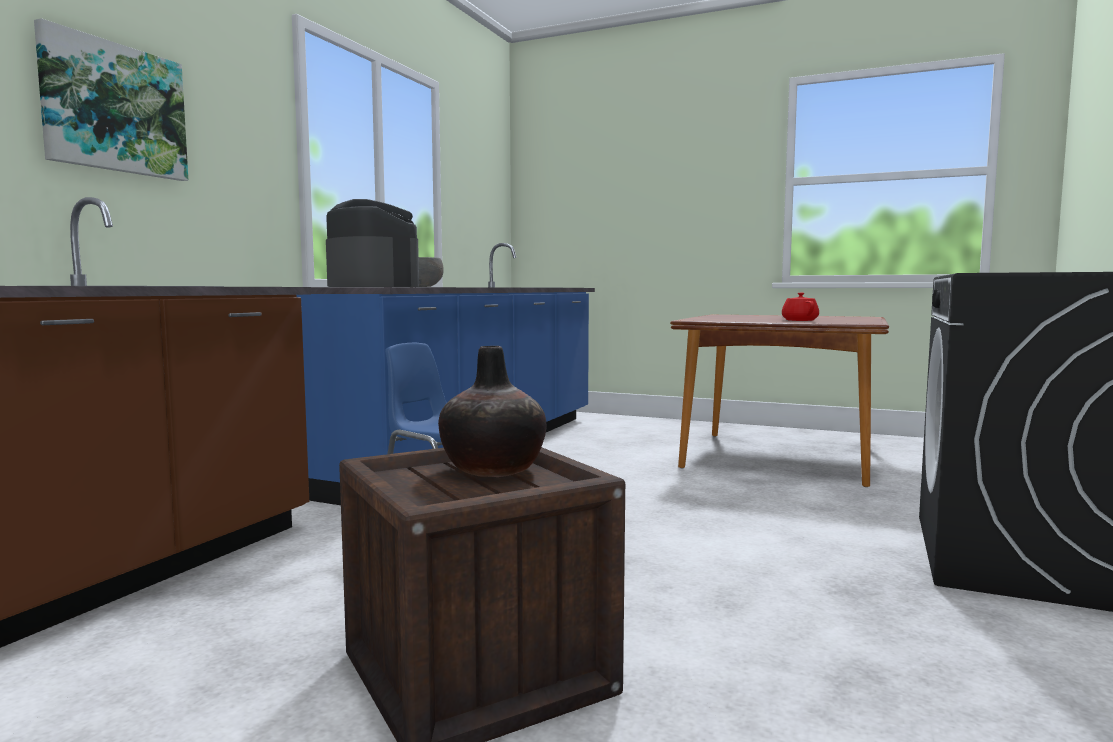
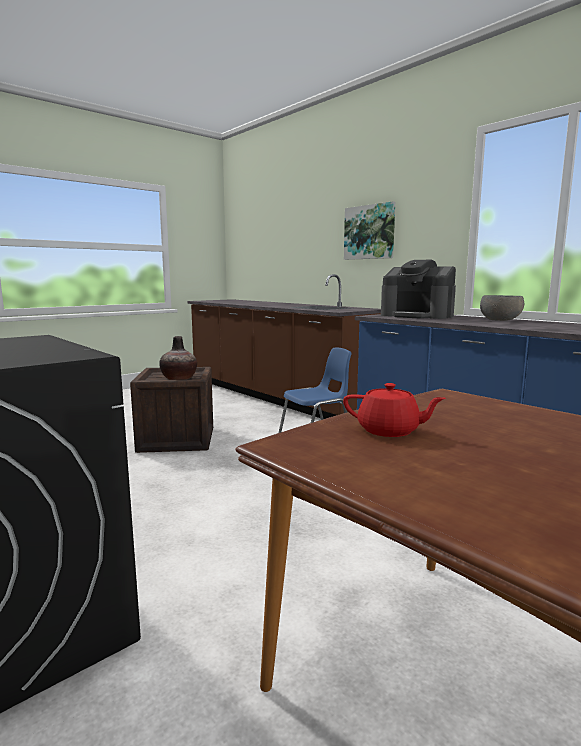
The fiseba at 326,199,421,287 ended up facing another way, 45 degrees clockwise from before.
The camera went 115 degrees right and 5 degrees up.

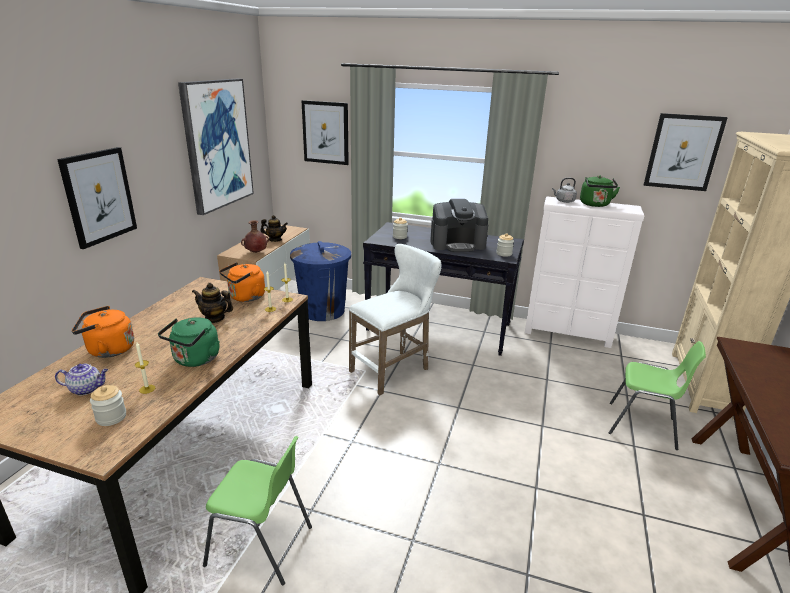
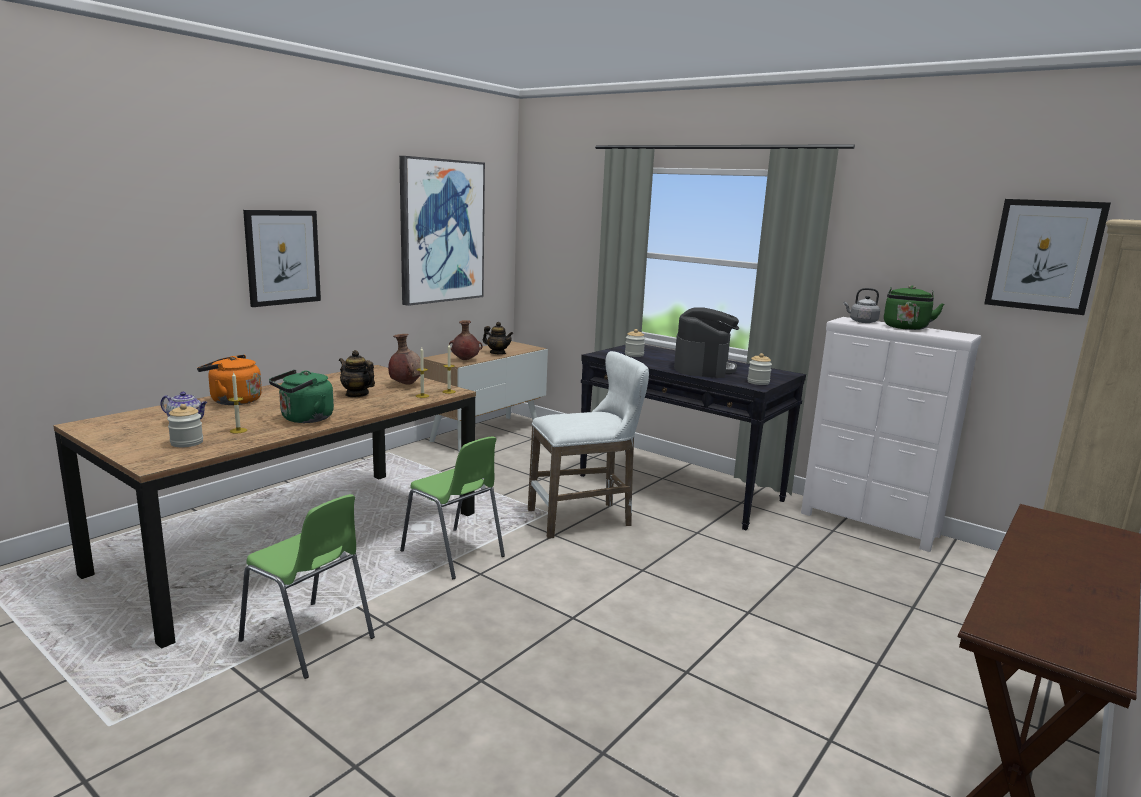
Where the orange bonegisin stood at 219,262,265,302, the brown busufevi came to stand at 388,334,421,385.
The second view lost the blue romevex at 290,241,351,321.
The second view lost the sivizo at 302,100,349,165.
The fiseba at 430,199,488,252 ended up facing another way, 90 degrees counterclockwise from before.
The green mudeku ended up elsewhere, having gone from 609,341,706,450 to 400,436,505,579.
The camera went 20 degrees right and 10 degrees down.

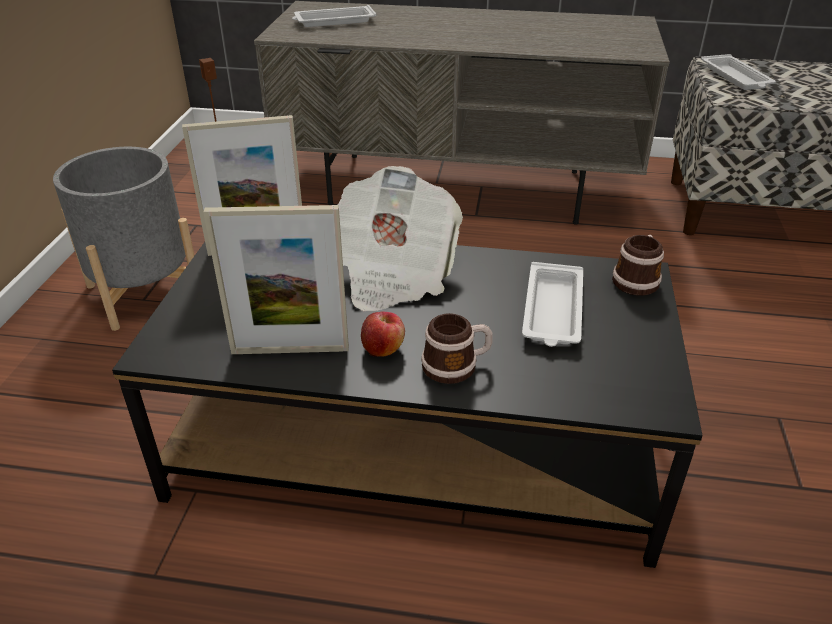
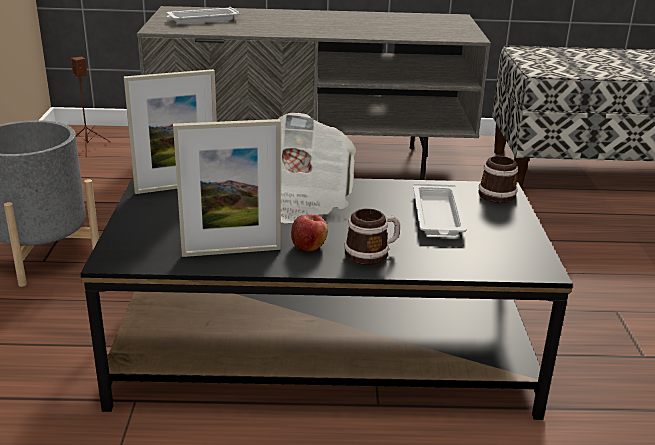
The second view lost the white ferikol at 701,54,776,90.
The camera went 10 degrees left and 10 degrees down.

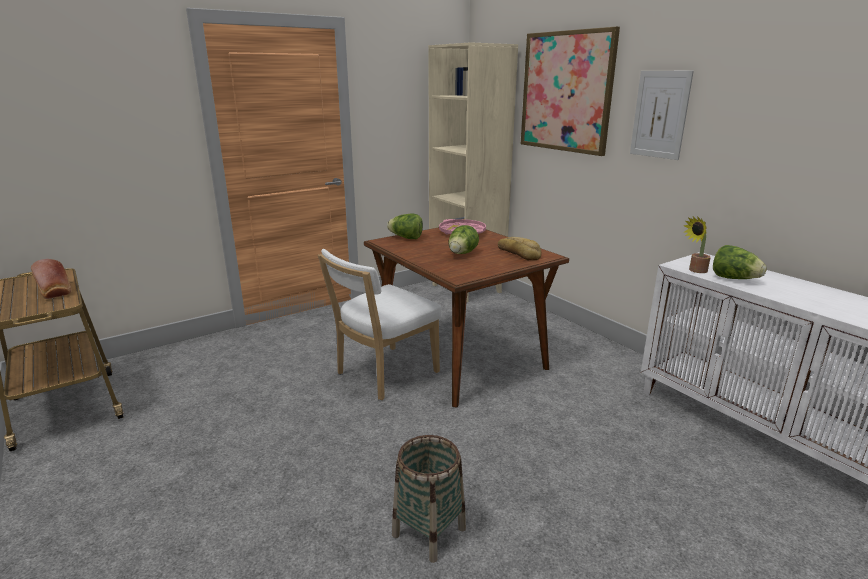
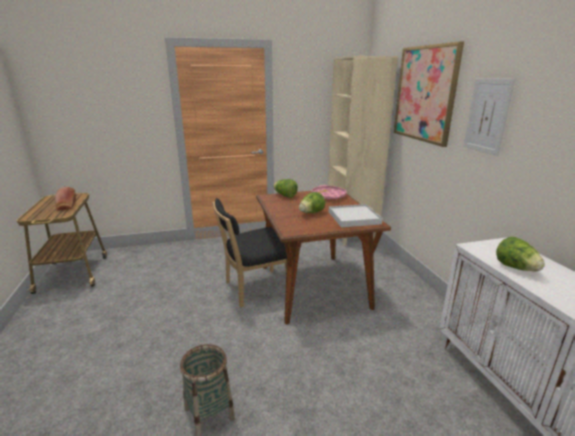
What was the white mudeku at 318,249,442,400 turned into the black mudeku at 212,198,287,308.
Where the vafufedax stood at 498,237,541,261, the white ferikol came to stand at 329,204,383,227.
The second view lost the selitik at 684,216,711,273.
The camera went 20 degrees right and 0 degrees up.

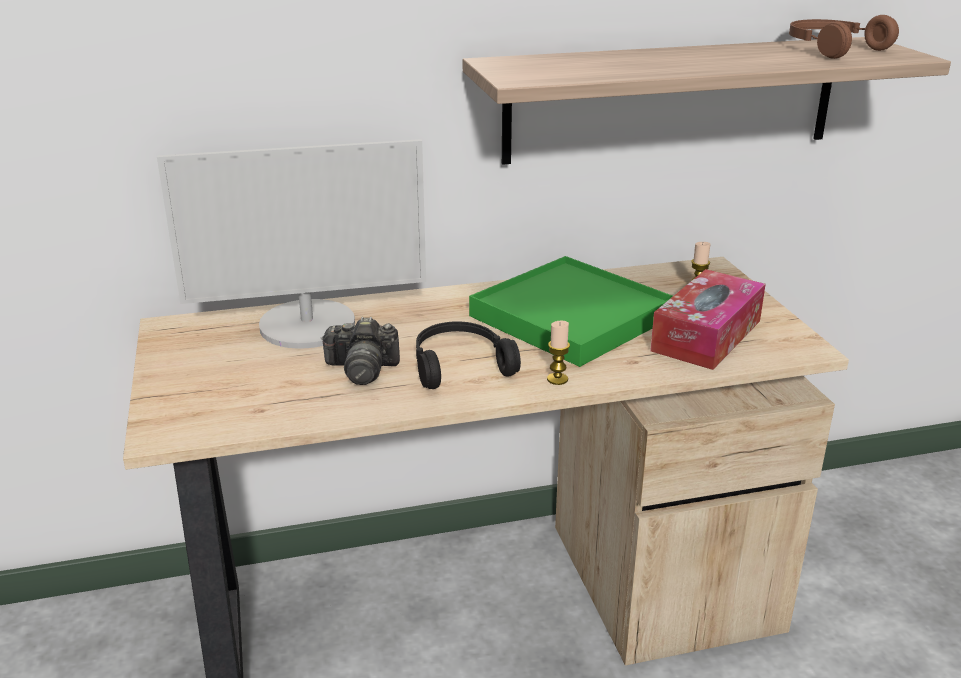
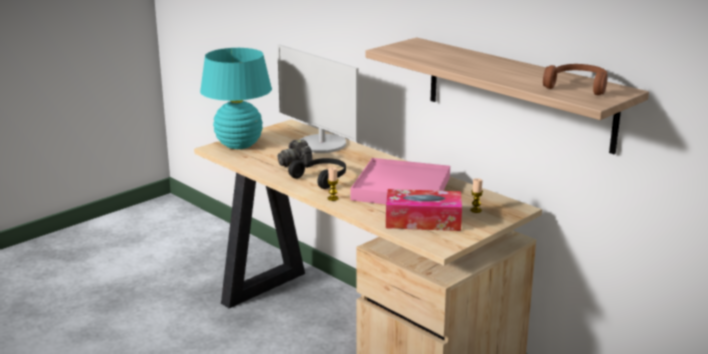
What was the green ferikol at 469,256,673,367 turned into the pink ferikol at 351,158,450,204.
The second view gained the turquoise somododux at 200,48,272,149.
The camera went 60 degrees right and 5 degrees down.

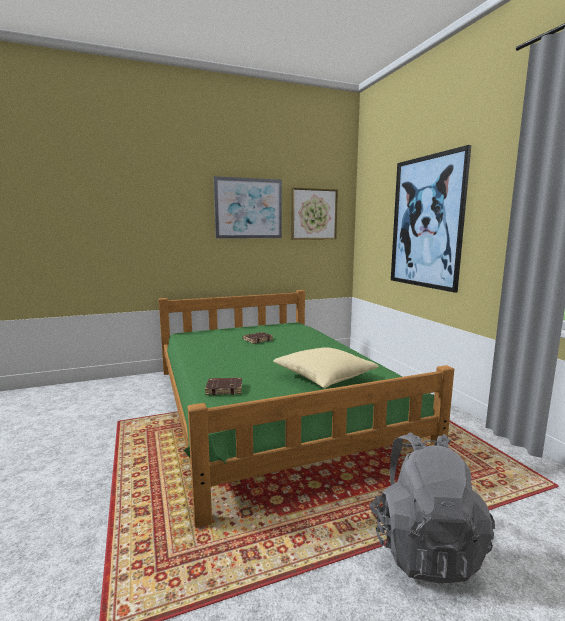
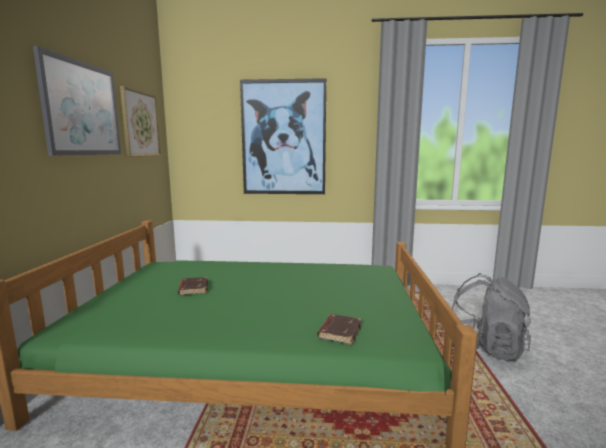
The second view lost the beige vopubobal at 273,347,379,388.
The camera went 65 degrees left and 0 degrees up.

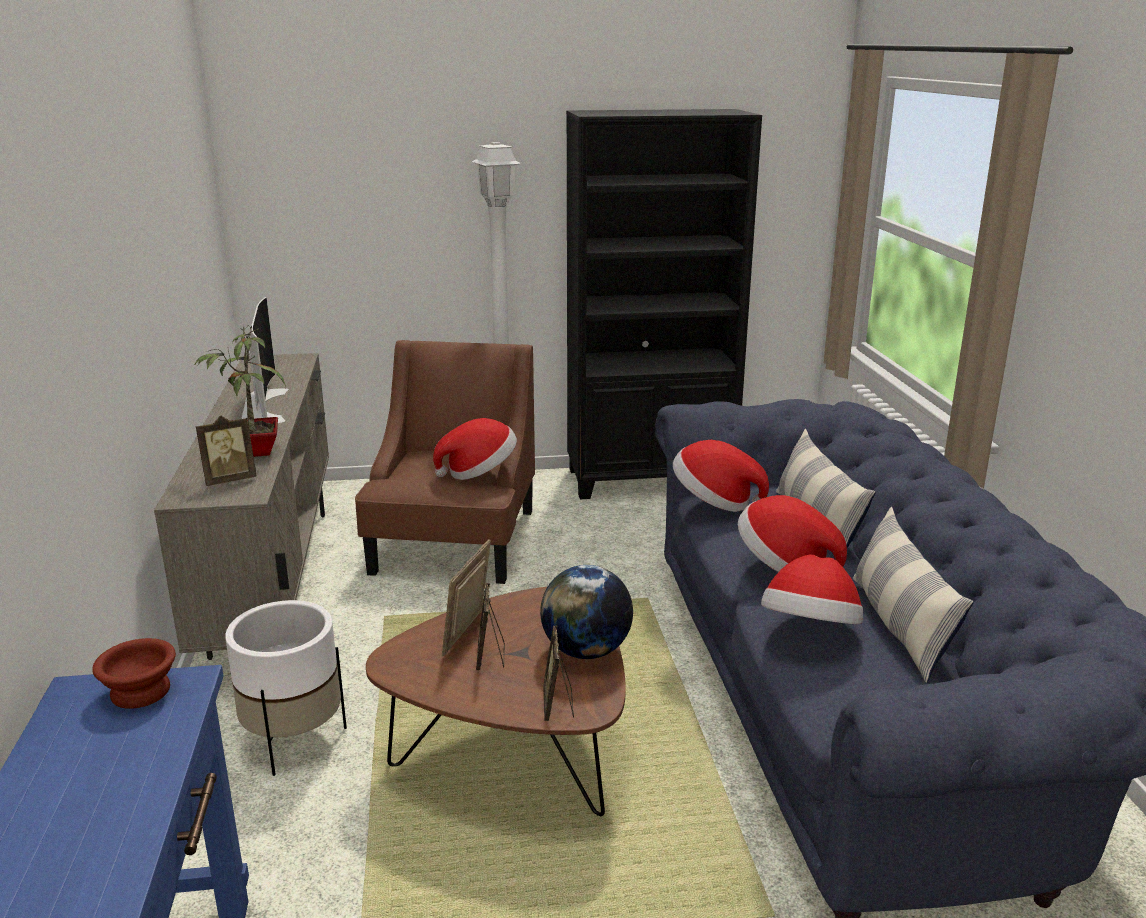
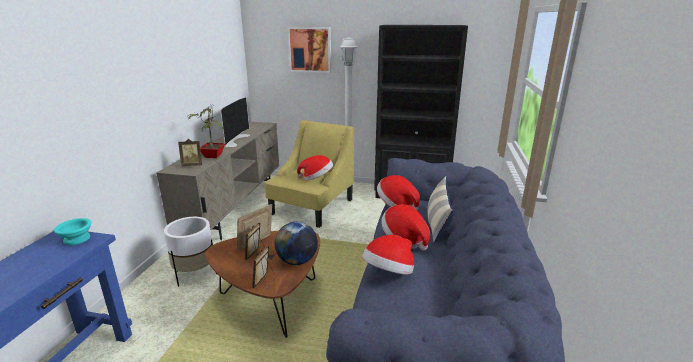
What was the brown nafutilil at 92,638,176,709 turned into the turquoise nafutilil at 54,218,92,245.
What was the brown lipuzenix at 355,340,535,584 turned into the yellow lipuzenix at 265,120,354,228.
The second view lost the vopubobal at 853,506,974,683.
The second view gained the sivizo at 287,27,331,73.
The camera went 20 degrees right and 0 degrees up.

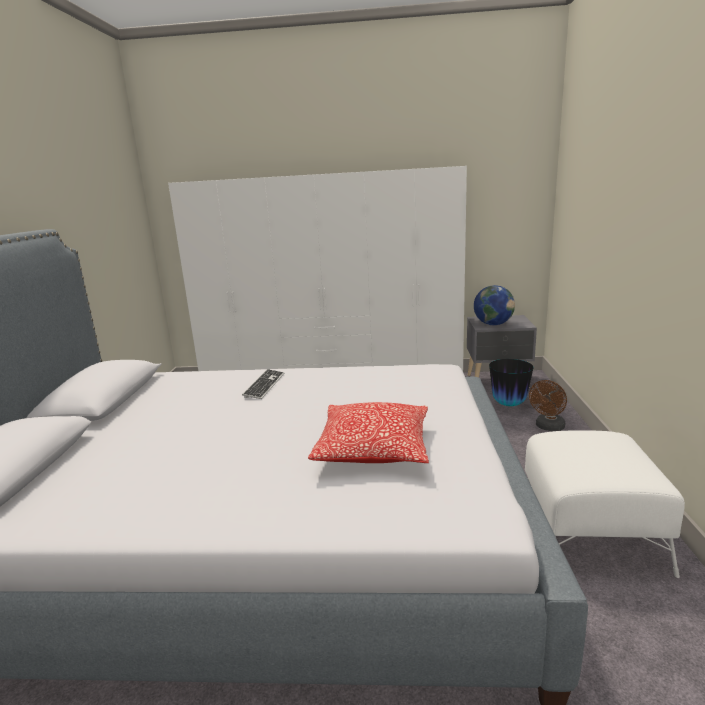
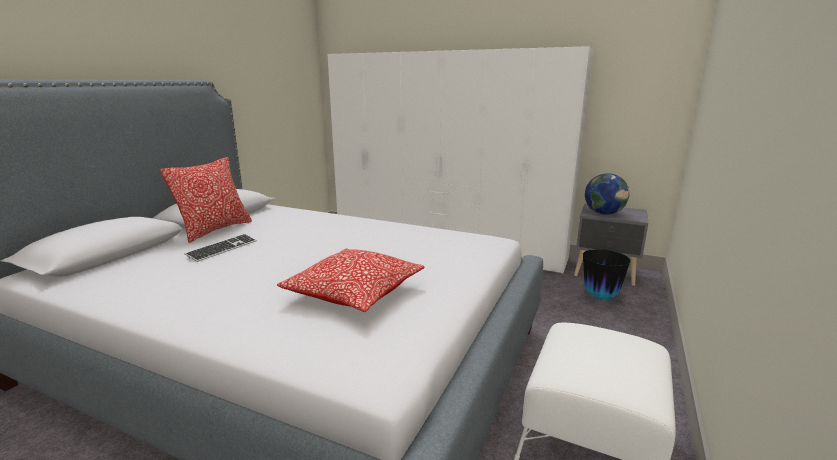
The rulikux ended up elsewhere, having gone from 242,369,284,399 to 185,234,257,262.
The second view lost the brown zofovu at 529,380,567,431.
The second view gained the vopubobal at 160,157,252,243.
The camera went 20 degrees right and 0 degrees up.

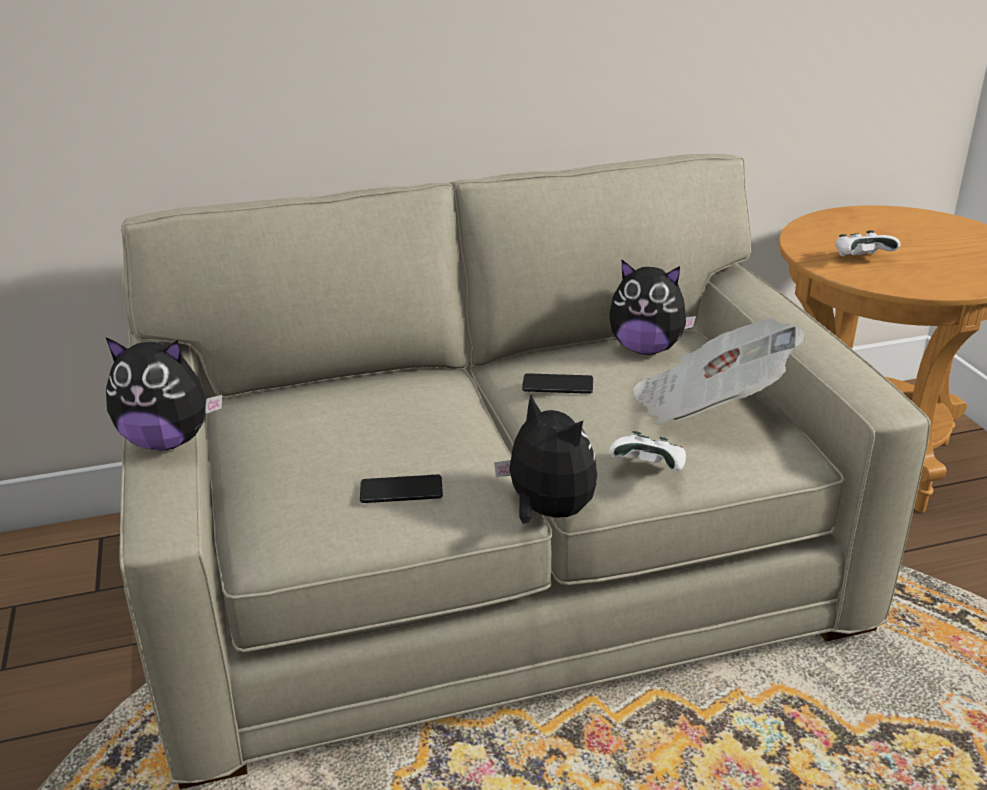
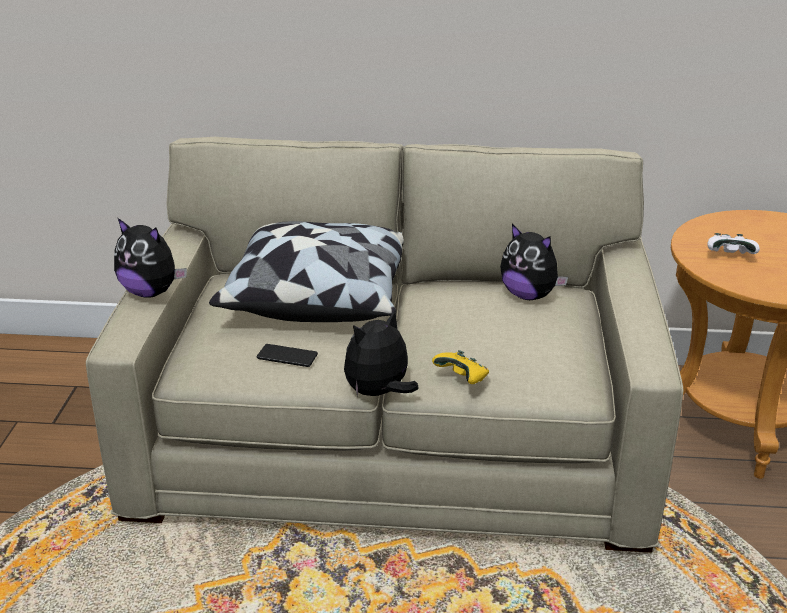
The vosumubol at 494,394,597,523 ended up facing another way, 105 degrees counterclockwise from before.
The second view lost the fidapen at 522,373,593,394.
What was the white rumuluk at 609,431,686,472 turned into the yellow rumuluk at 432,350,489,384.
The second view lost the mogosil at 633,318,805,425.
The second view gained the vopubobal at 209,221,404,322.
The camera went 20 degrees right and 0 degrees up.

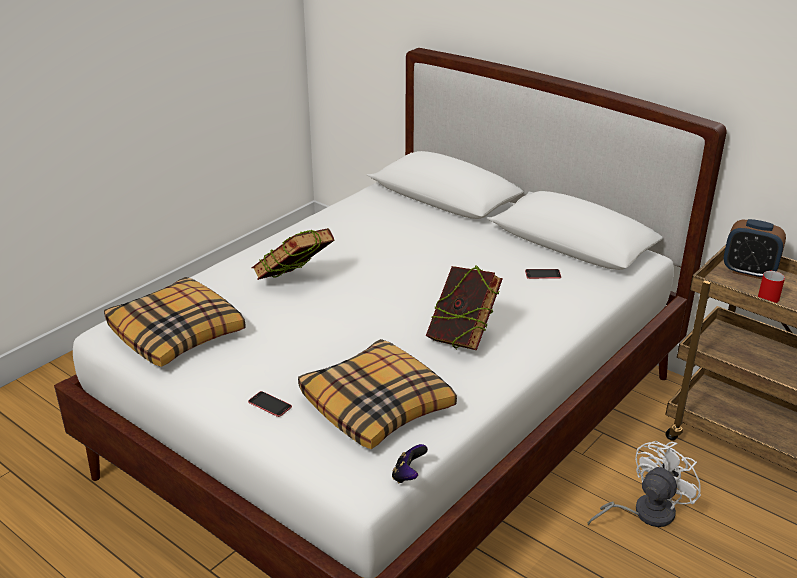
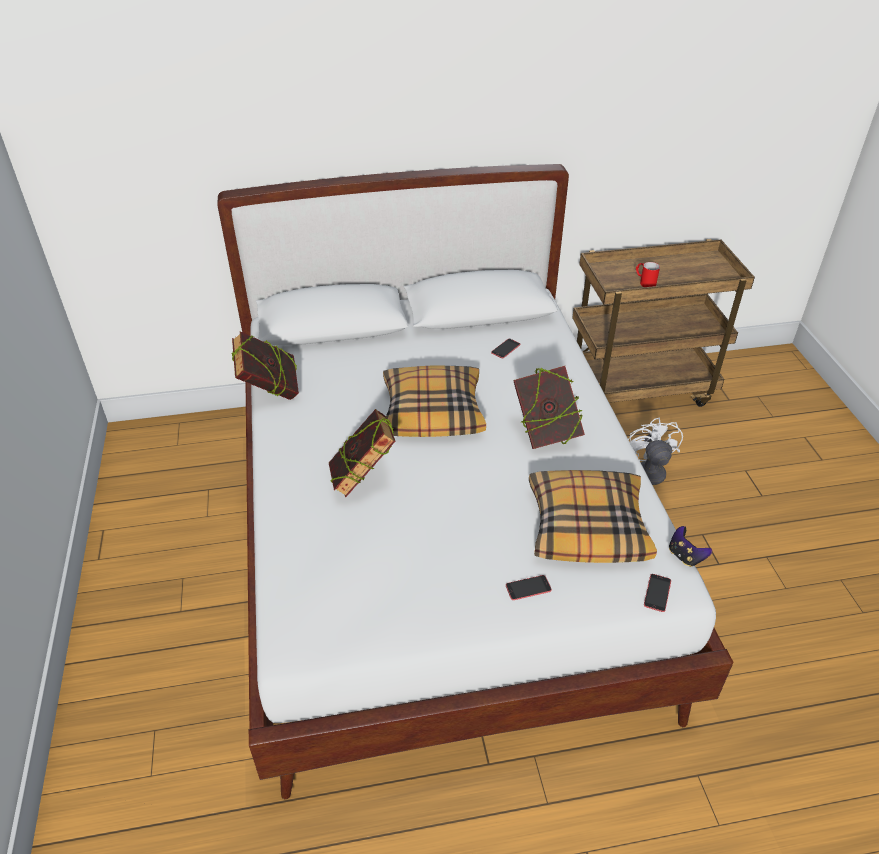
The vopubobal ended up elsewhere, having gone from 104,277,246,367 to 383,366,486,437.
The second view lost the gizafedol at 724,219,786,279.
The second view gained the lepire at 232,331,299,400.
The second view gained the fidapen at 644,574,671,612.
The camera went 50 degrees left and 10 degrees up.

